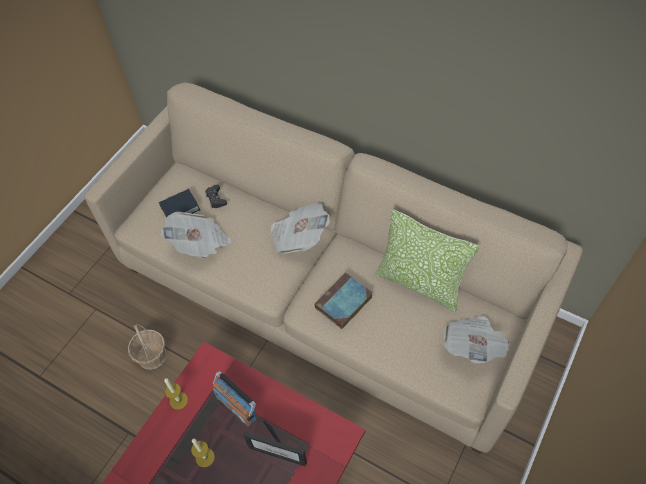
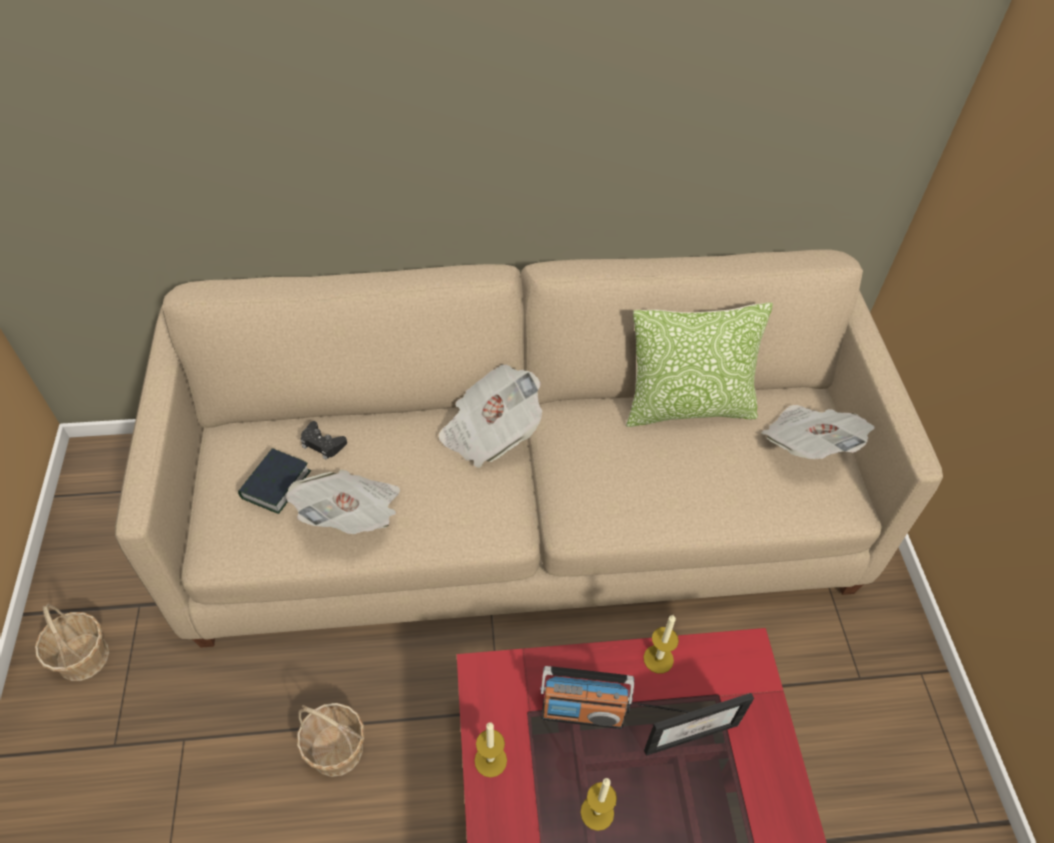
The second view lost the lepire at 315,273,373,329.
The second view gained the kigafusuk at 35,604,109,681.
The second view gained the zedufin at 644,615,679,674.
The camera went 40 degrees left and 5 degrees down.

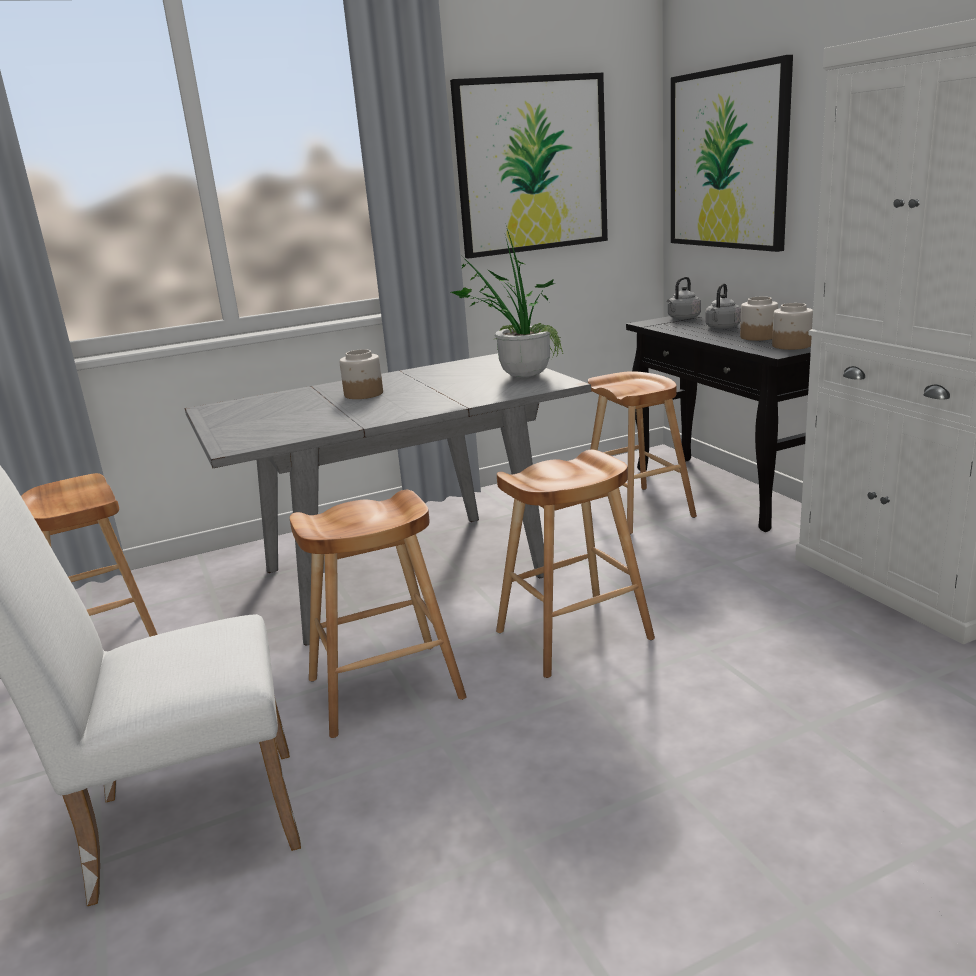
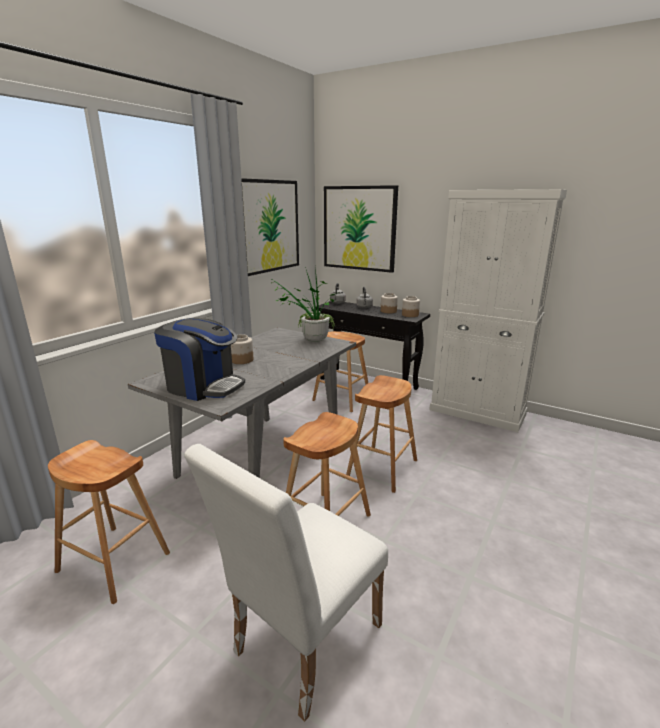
The second view gained the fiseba at 154,318,245,401.
The camera went 35 degrees left and 0 degrees up.

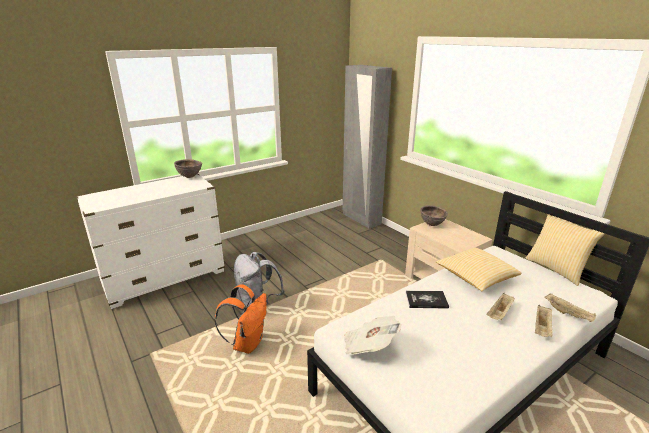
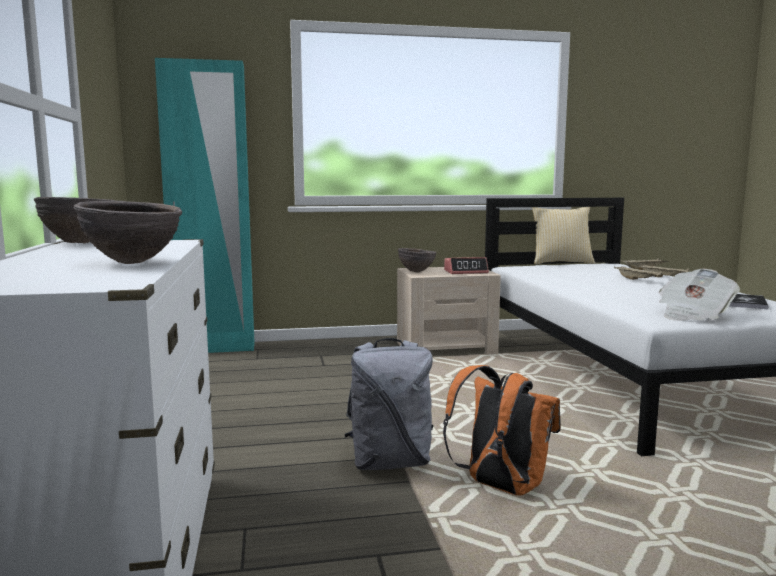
What was the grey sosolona at 343,65,392,229 turned into the turquoise sosolona at 155,58,255,353.
The lepire ended up elsewhere, having gone from 406,291,449,309 to 729,294,768,309.
The second view lost the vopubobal at 436,248,521,291.
The second view gained the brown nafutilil at 73,201,182,264.
The second view gained the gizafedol at 444,257,489,274.
The camera went 65 degrees left and 15 degrees down.

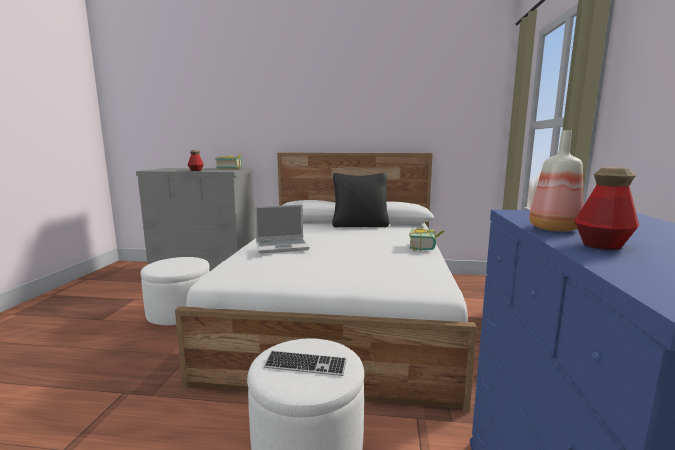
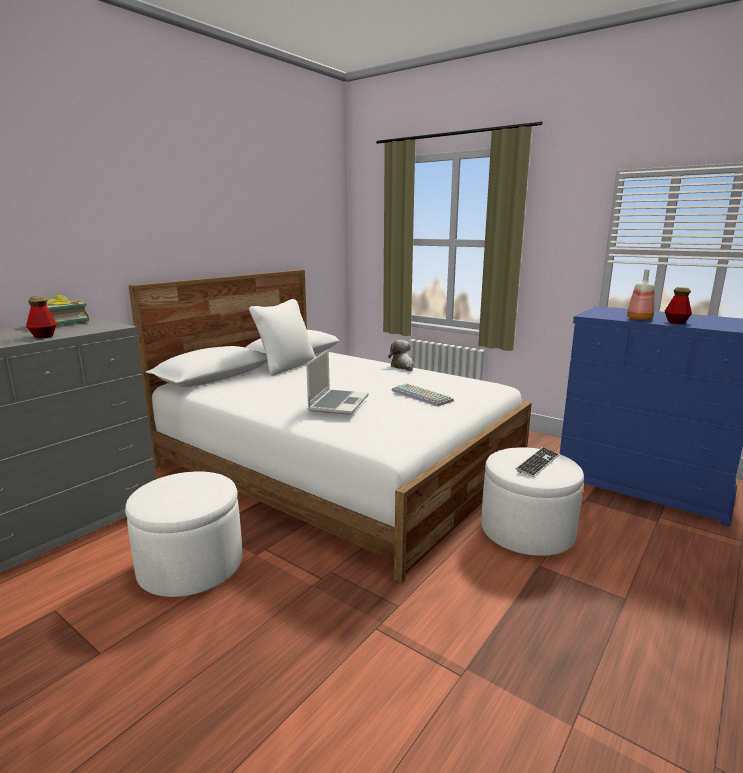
What was the black vopubobal at 332,173,389,227 turned into the white vopubobal at 249,299,315,376.
Where the lepire stood at 409,228,445,251, the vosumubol came to stand at 389,340,414,371.
The second view gained the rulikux at 392,384,454,406.
The camera went 60 degrees left and 5 degrees up.

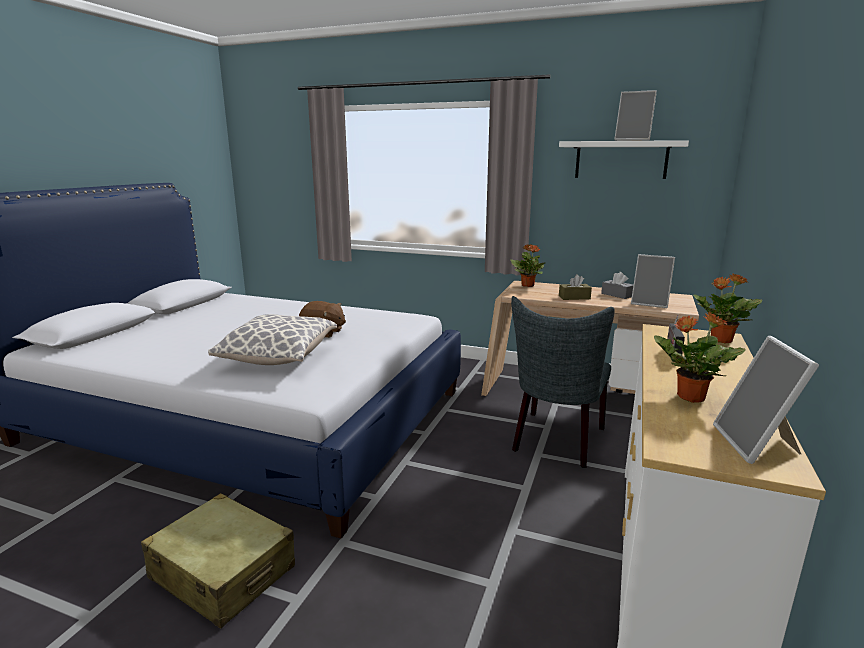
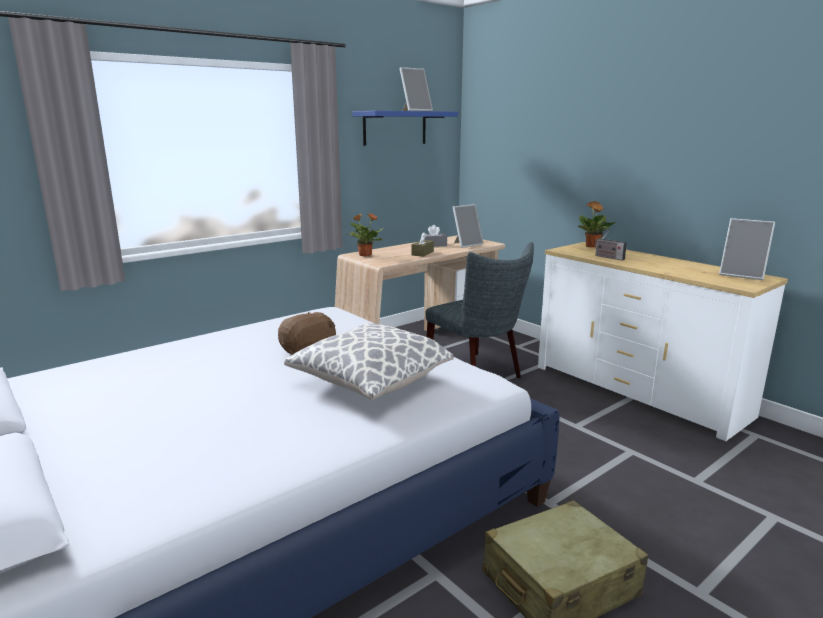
What was the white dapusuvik at 559,140,689,179 turned into the blue dapusuvik at 352,111,458,146.
The second view lost the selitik at 654,312,746,403.
The camera went 60 degrees left and 0 degrees up.

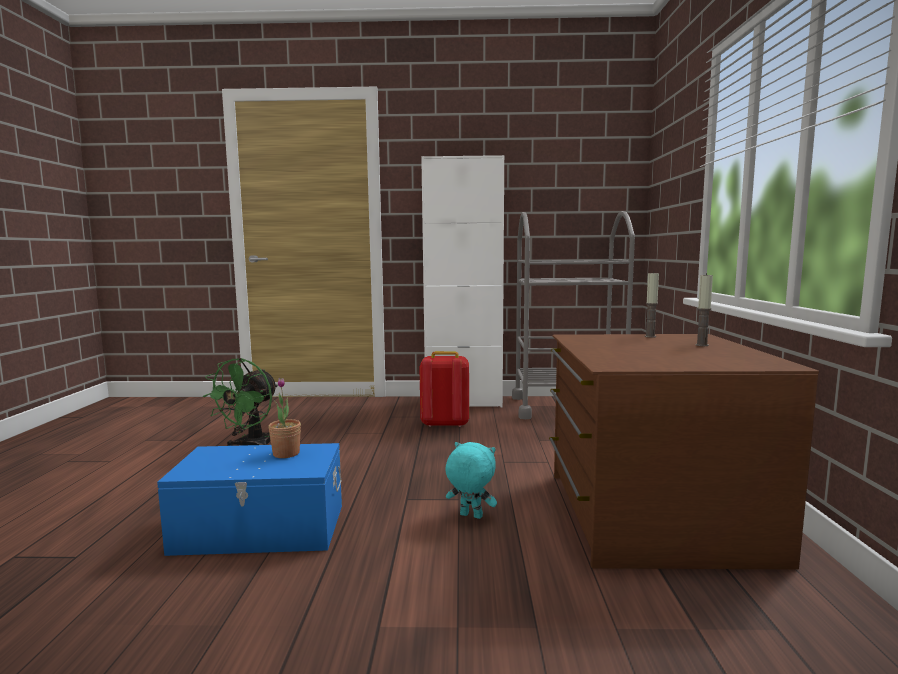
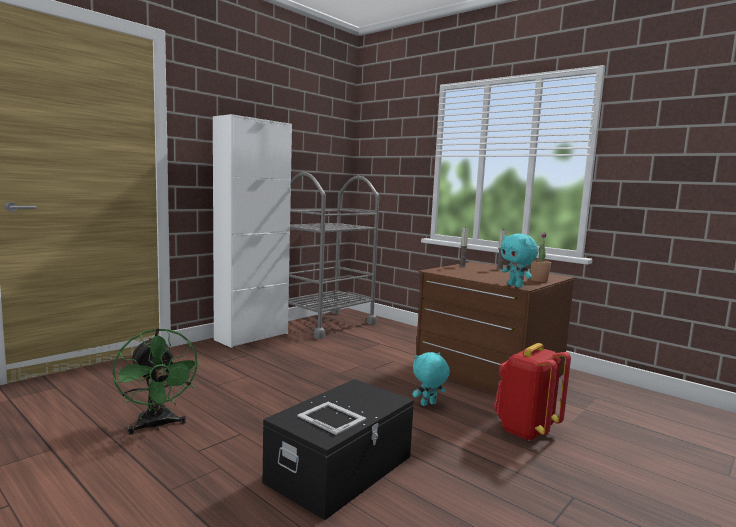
What was the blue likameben at 157,443,342,556 turned into the black likameben at 263,379,414,520.
The selitik ended up elsewhere, having gone from 268,378,301,458 to 531,232,551,282.
The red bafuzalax ended up elsewhere, having gone from 419,351,469,427 to 494,343,571,441.
The second view gained the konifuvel at 297,402,366,435.
The second view gained the turquoise vosumubol at 500,234,538,287.
The camera went 50 degrees left and 0 degrees up.

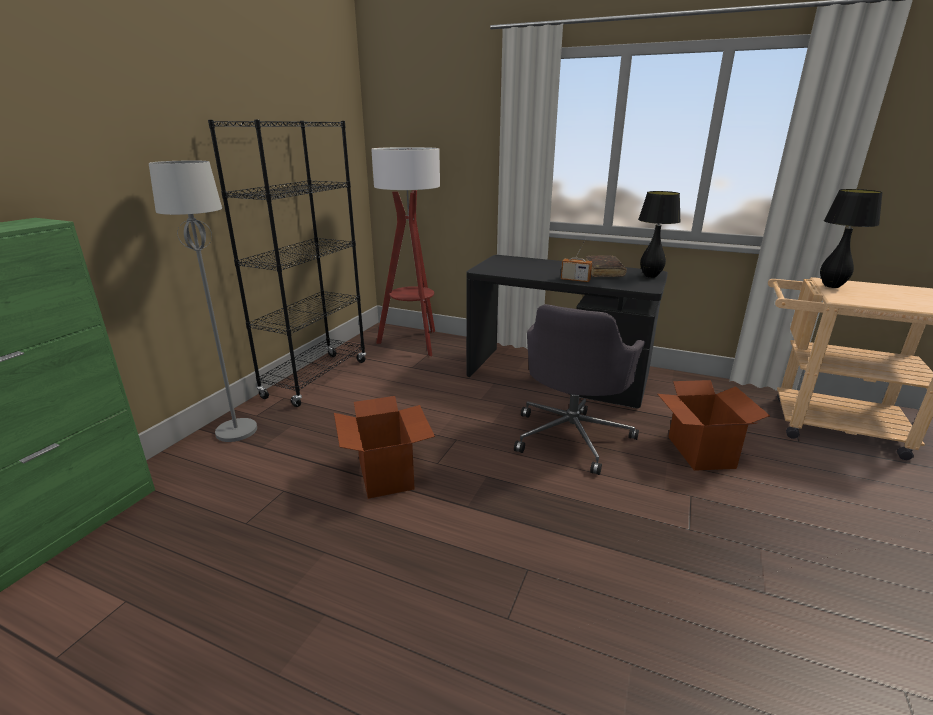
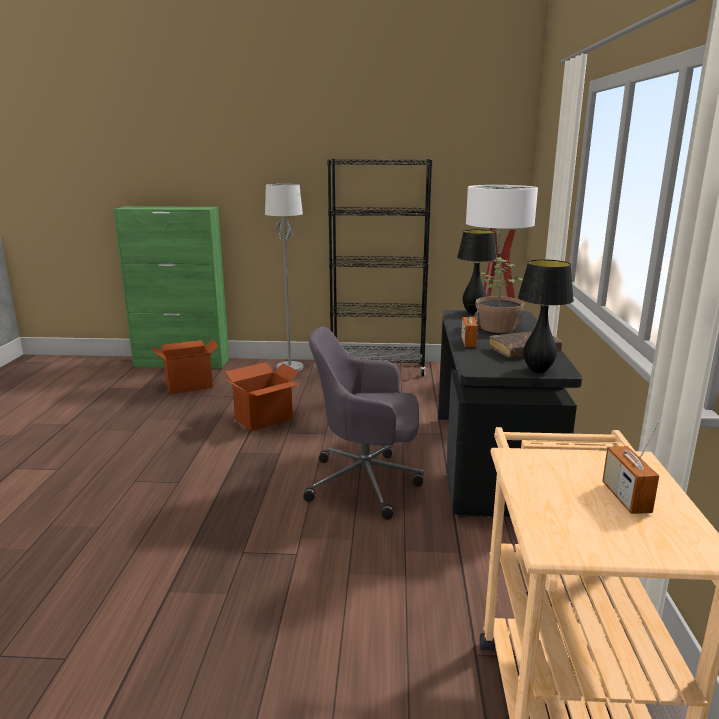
The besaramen ended up elsewhere, having gone from 658,380,770,471 to 152,339,219,394.
The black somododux ended up elsewhere, having gone from 820,189,883,288 to 457,229,497,314.
The second view gained the selitik at 474,257,524,333.
The second view gained the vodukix at 602,421,659,514.
The camera went 70 degrees right and 5 degrees down.

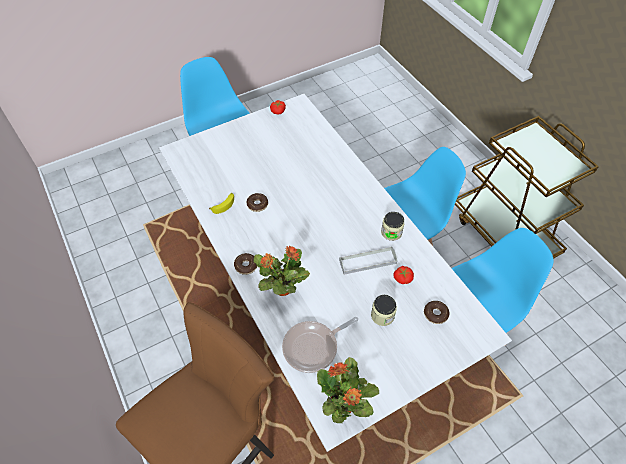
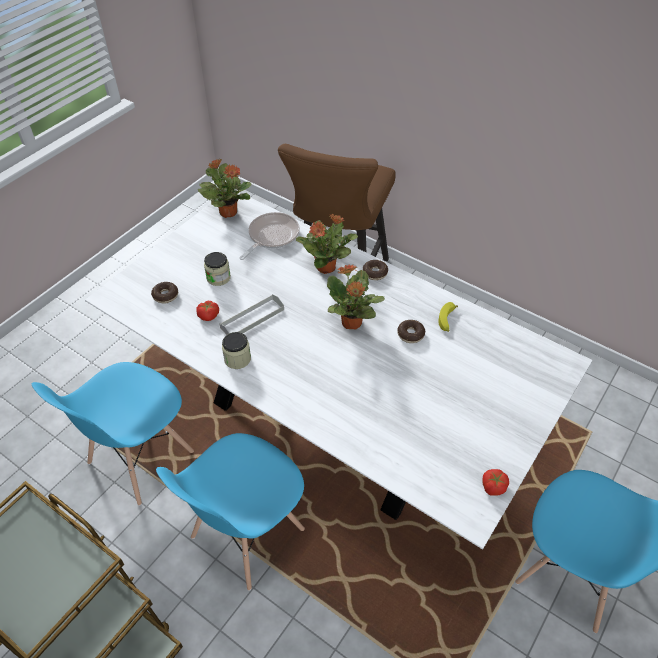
The second view gained the selitik at 327,264,385,329.
The camera went 155 degrees right and 5 degrees down.

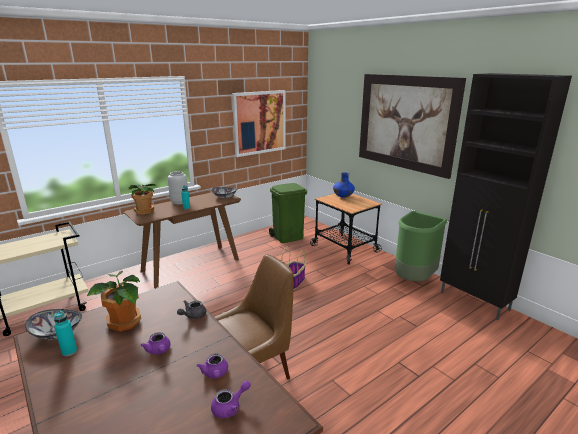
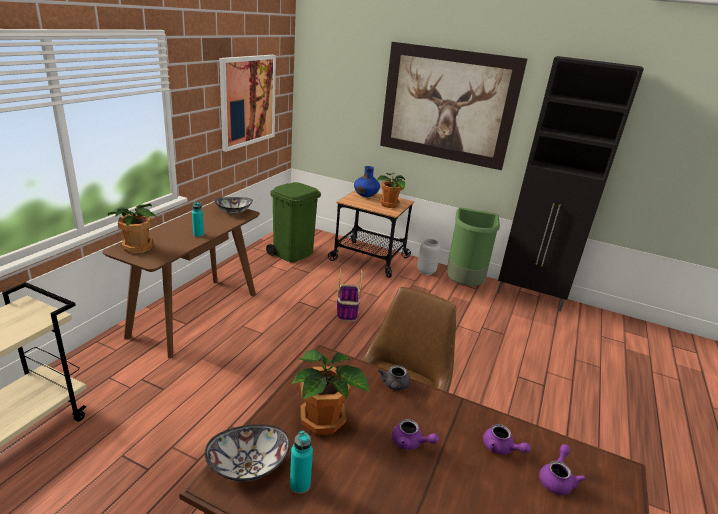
The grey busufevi ended up elsewhere, having gone from 168,171,188,204 to 417,239,441,275.
The second view gained the selitik at 376,173,405,208.
The camera went 30 degrees left and 5 degrees up.

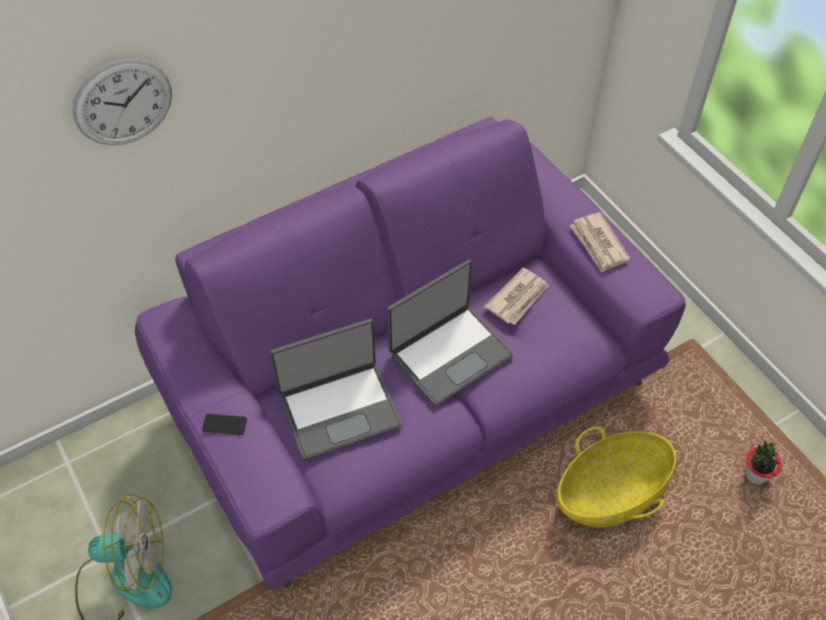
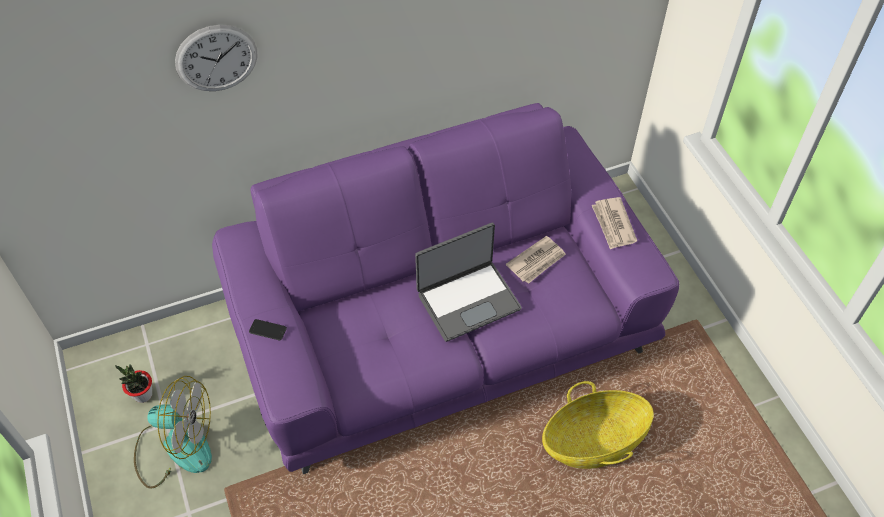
The second view lost the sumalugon at 270,319,402,460.
The selitik ended up elsewhere, having gone from 745,441,782,484 to 115,364,152,403.
The camera went 10 degrees right and 0 degrees up.

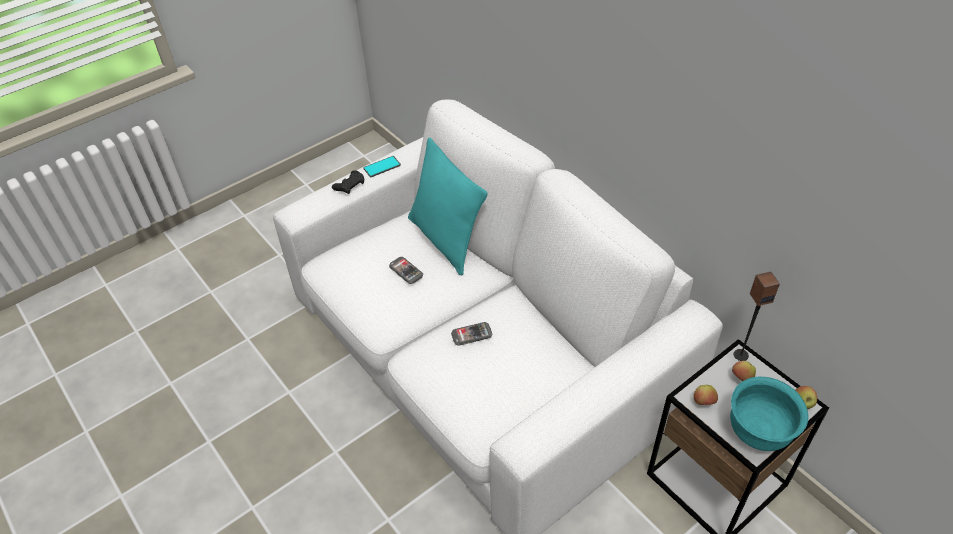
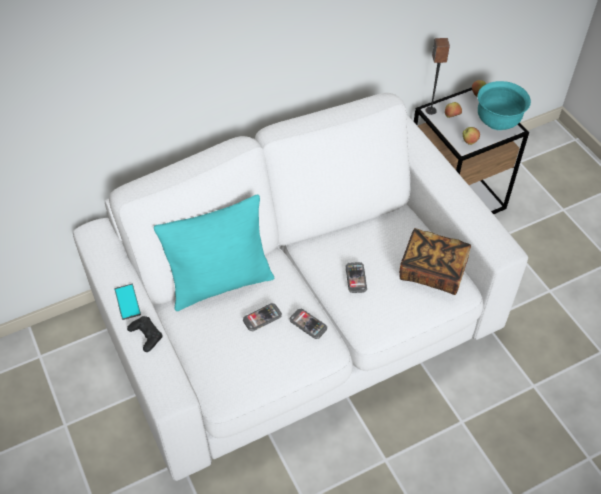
The second view gained the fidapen at 290,309,327,339.
The second view gained the lepire at 399,228,471,295.
The camera went 80 degrees left and 5 degrees up.

